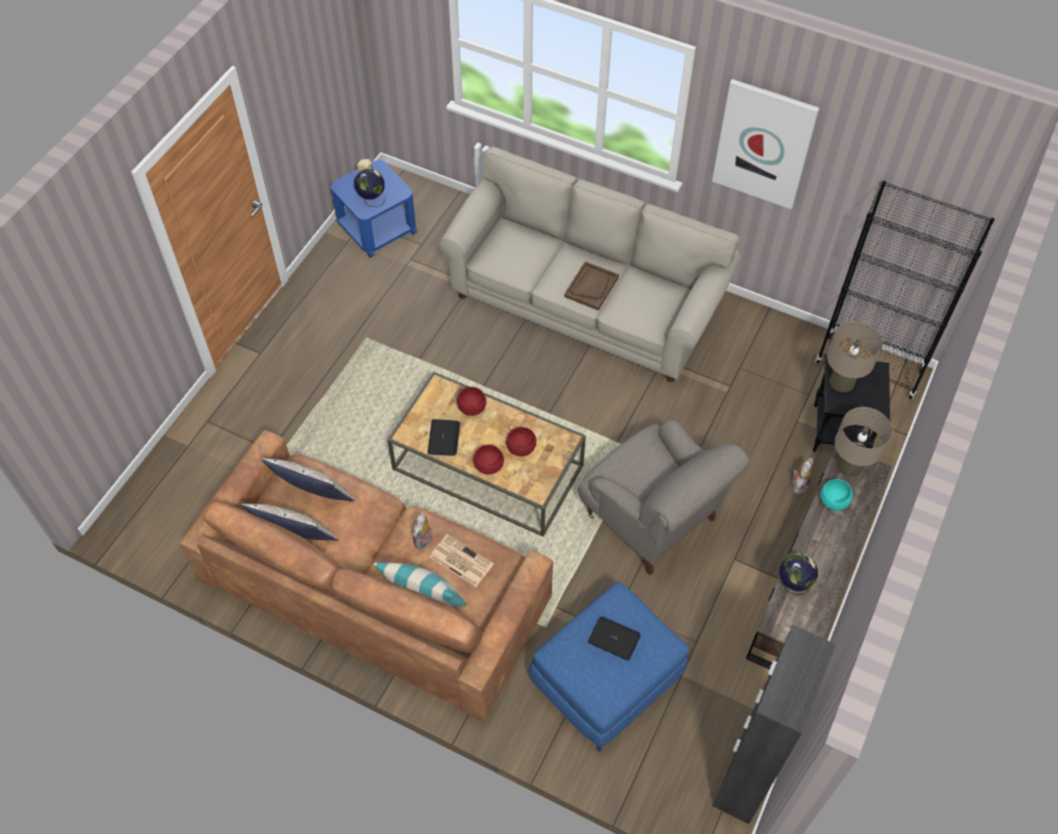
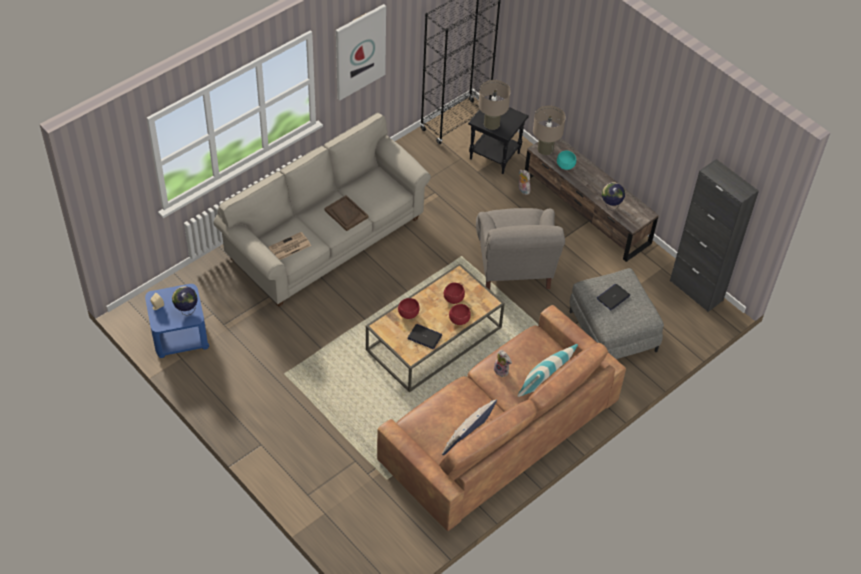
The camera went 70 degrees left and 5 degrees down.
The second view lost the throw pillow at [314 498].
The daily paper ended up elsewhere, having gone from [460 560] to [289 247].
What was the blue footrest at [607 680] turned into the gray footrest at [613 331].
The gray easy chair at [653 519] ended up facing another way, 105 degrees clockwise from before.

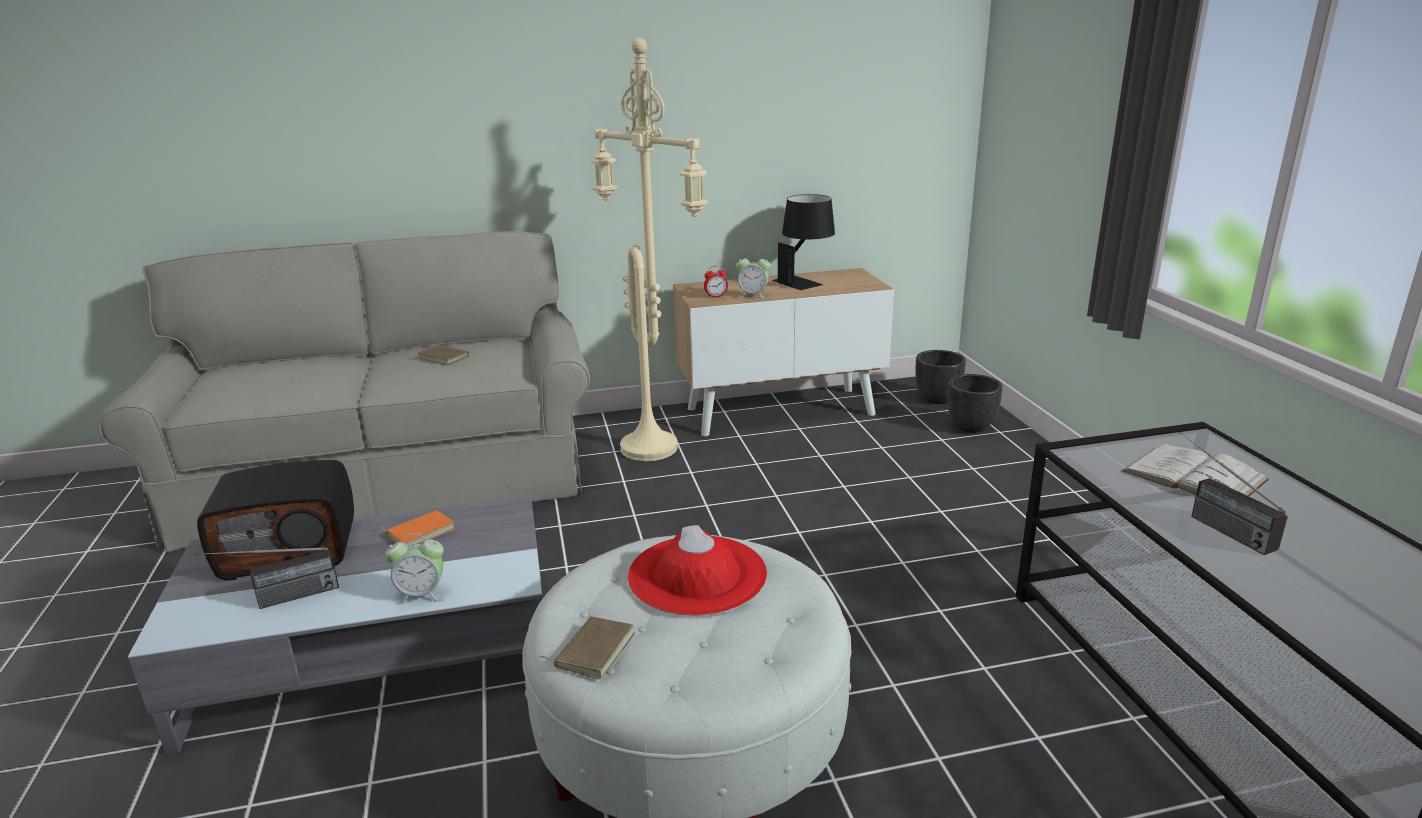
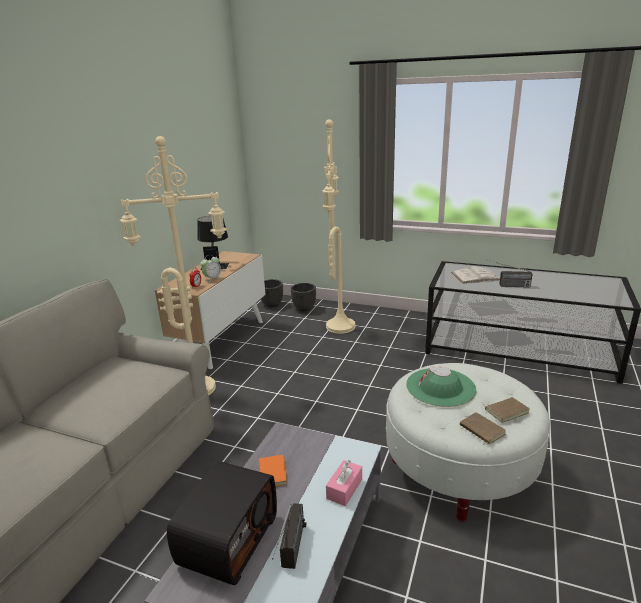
The camera went 55 degrees left and 0 degrees up.
Where the alarm clock stood at [421 594], the pink box of tissues came to stand at [344 489].
The brownish book ended up elsewhere, having gone from [445 357] to [505 410].
What was the red hat at [697 575] turned into the green-coloured hat at [440 387].
The second view gained the sand-coloured floor lamp at [338 326].

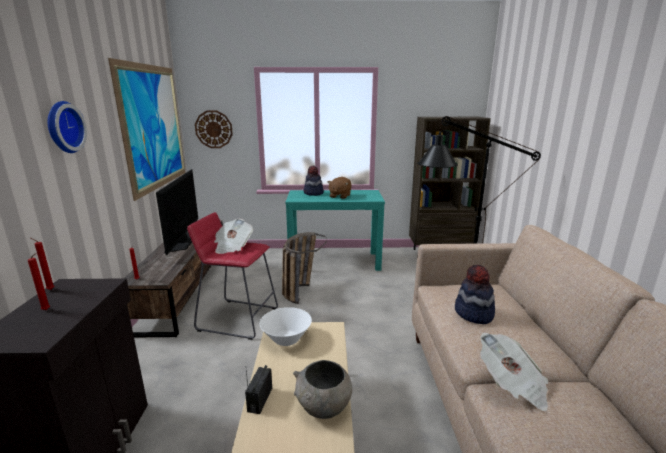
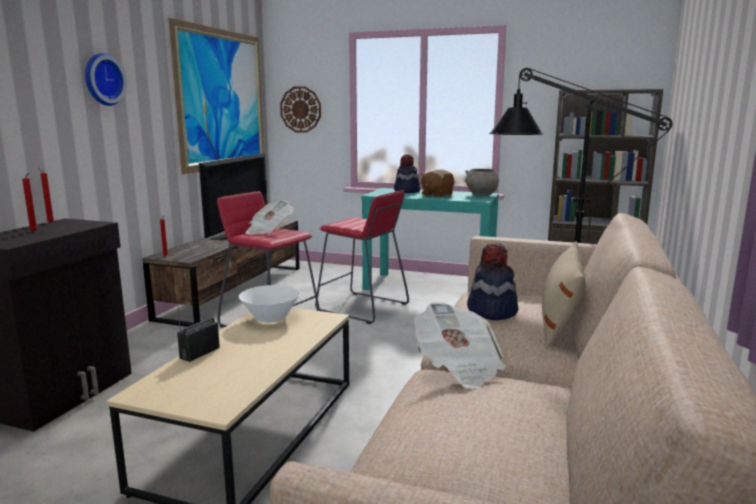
The camera went 20 degrees right and 5 degrees down.
Where the household basket stood at [300 290], the red stool came to stand at [362 307].
The gray deep dish ended up elsewhere, having gone from [324 408] to [481 195].
The second view gained the sand-coloured throw pillow at [560 322].

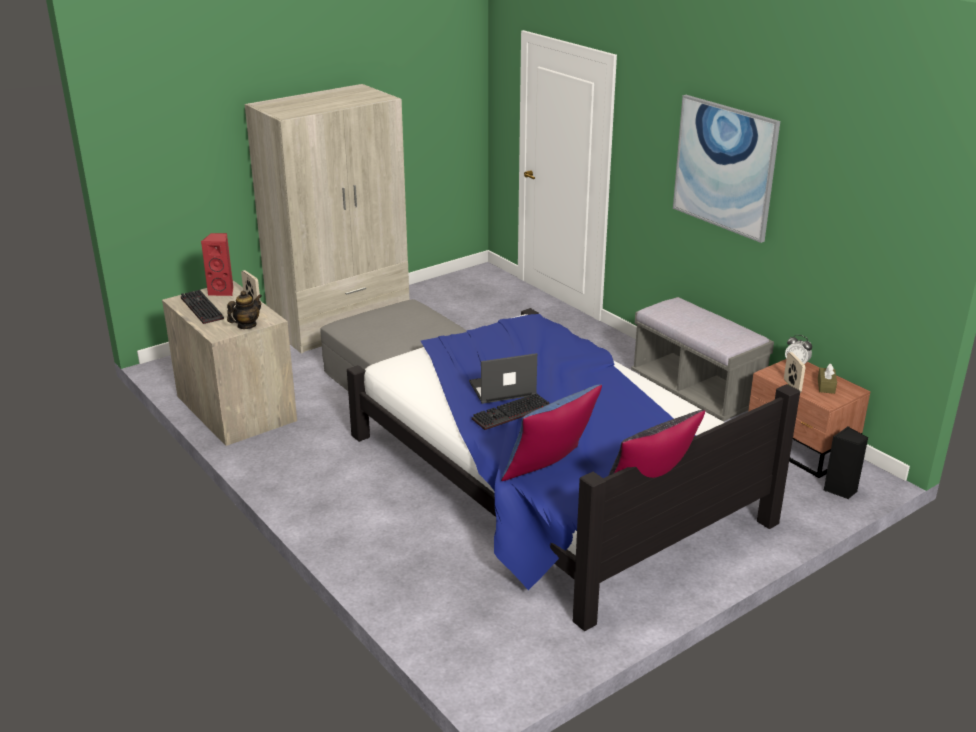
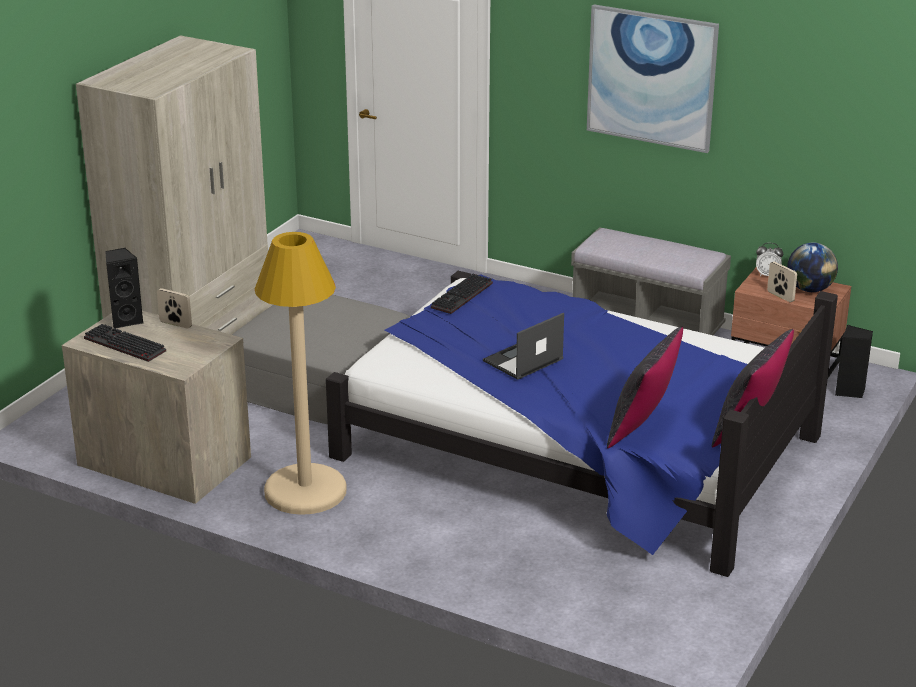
The camera went 25 degrees left and 0 degrees up.
What was the red audio speaker at [223 291] turned into the blackish audio speaker at [126 320].
The second view lost the pot for tea at [246 325].
The PC keyboard ended up elsewhere, having gone from [511 414] to [462 297].
What was the blue throw pillow at [550 470] turned into the blackish throw pillow at [642 427].
Where the brownish box of tissues stood at [826 386], the desk globe came to stand at [809 289].
The second view gained the sand-coloured floor lamp at [305 491].

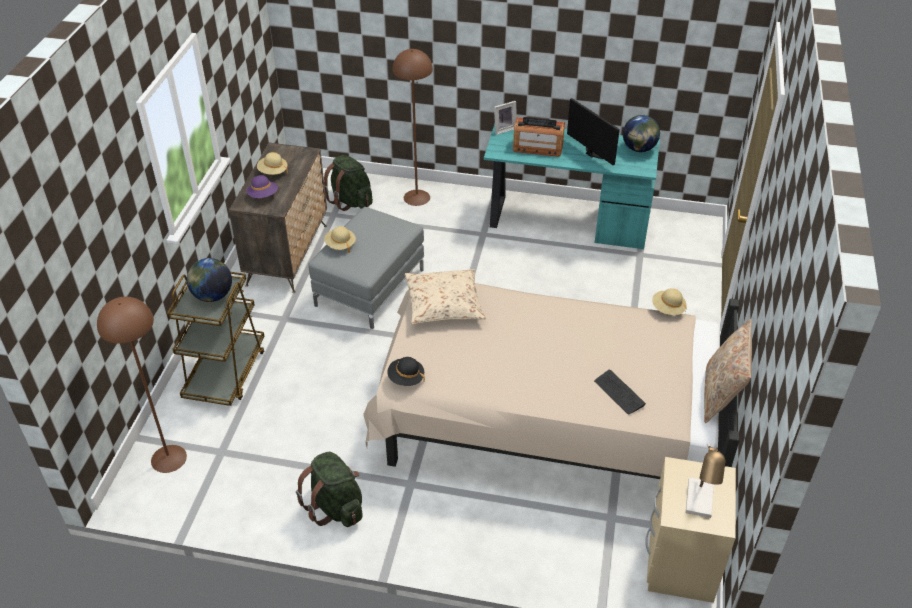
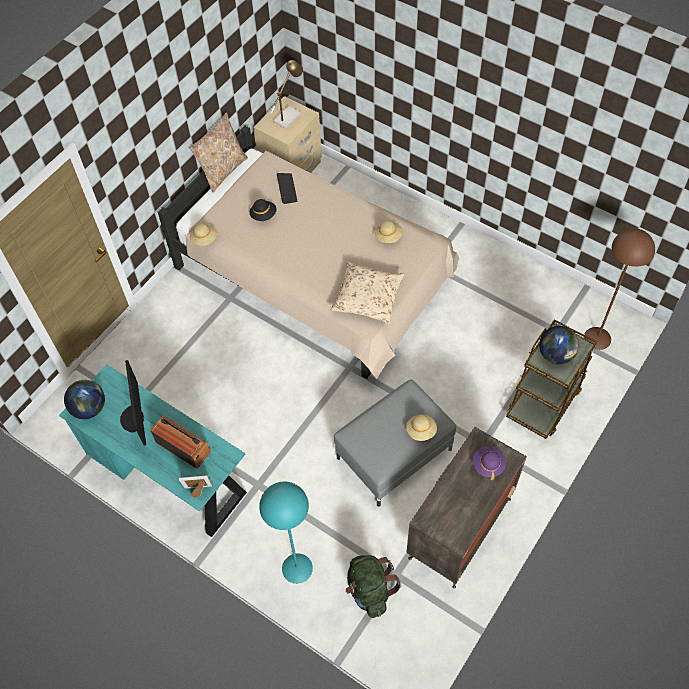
The camera went 155 degrees left and 15 degrees up.
The sand-coloured hat ended up elsewhere, having gone from [273 172] to [388 236].
The second view lost the green-coloured rucksack at [335 506].
The blackish hat ended up elsewhere, having gone from [406 378] to [263 215].
What was the brownish floor lamp at [417 197] turned into the turquoise-coloured floor lamp at [296 568].

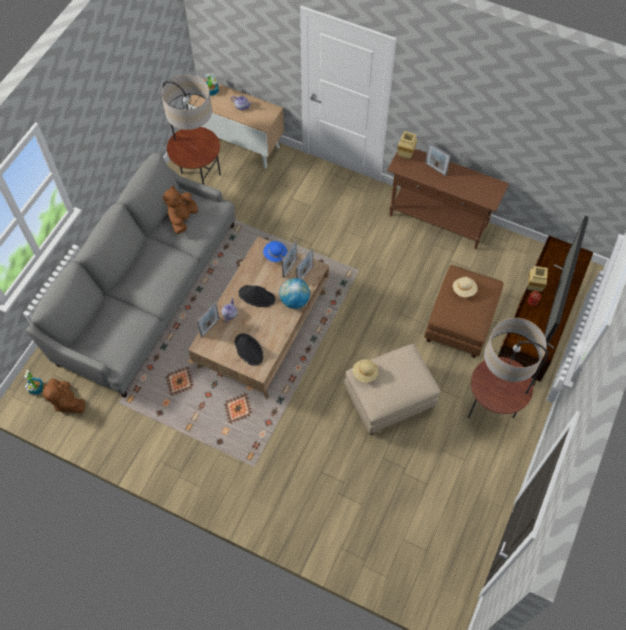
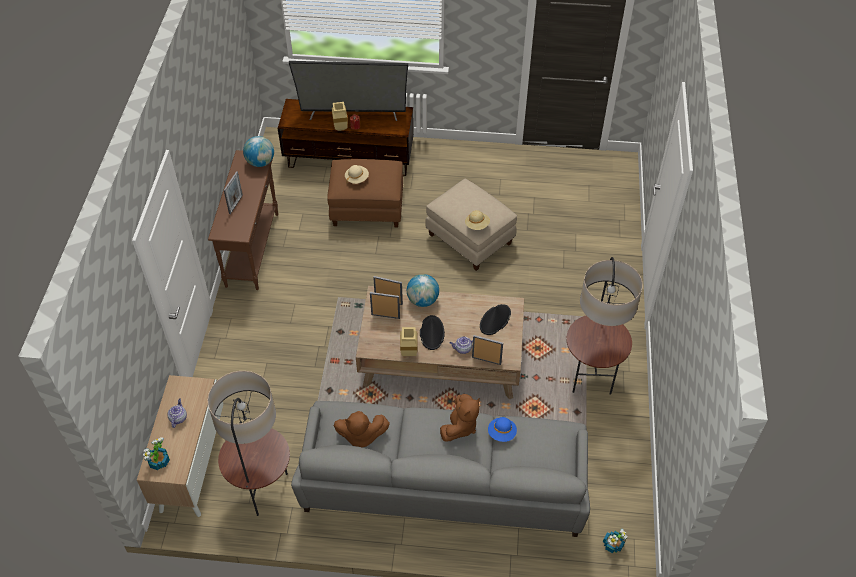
The camera went 110 degrees left and 10 degrees down.
The brownish cuddly toy ended up elsewhere, having gone from [67 402] to [460 426].
The blue hat ended up elsewhere, having gone from [275 254] to [502 433].
The sand-coloured flower vase ended up elsewhere, having gone from [406 155] to [408 352].
The floor lamp ended up elsewhere, having gone from [490 409] to [590 377].
The second view gained the desk globe at [260 162].

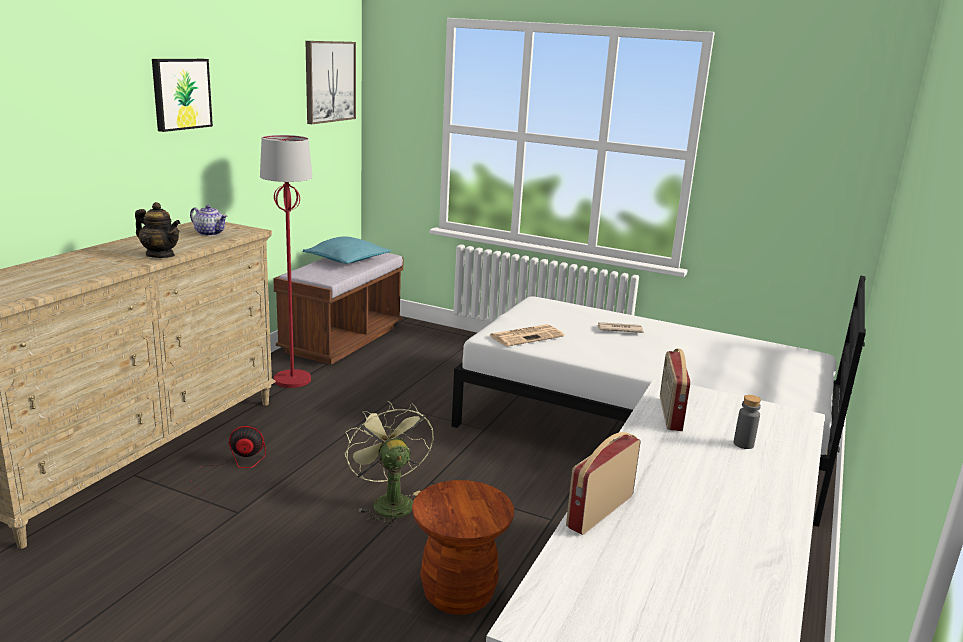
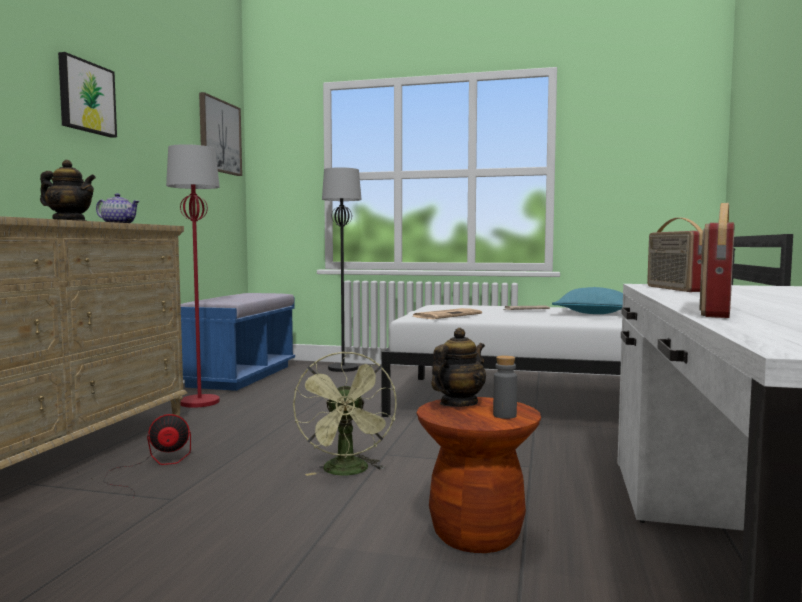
The camera went 10 degrees left and 15 degrees down.
What was the brownish indoor bench at [342 340] turned into the blue indoor bench at [240 376].
The turquoise-coloured throw pillow ended up elsewhere, having gone from [347 260] to [595 313].
The green-coloured fan at [388 502] ended up facing another way, 150 degrees counterclockwise from before.
The gray beverage bottle ended up elsewhere, having gone from [743 444] to [504 415].
The second view gained the blackish floor lamp at [343 368].
The second view gained the pot for tea at [458 403].

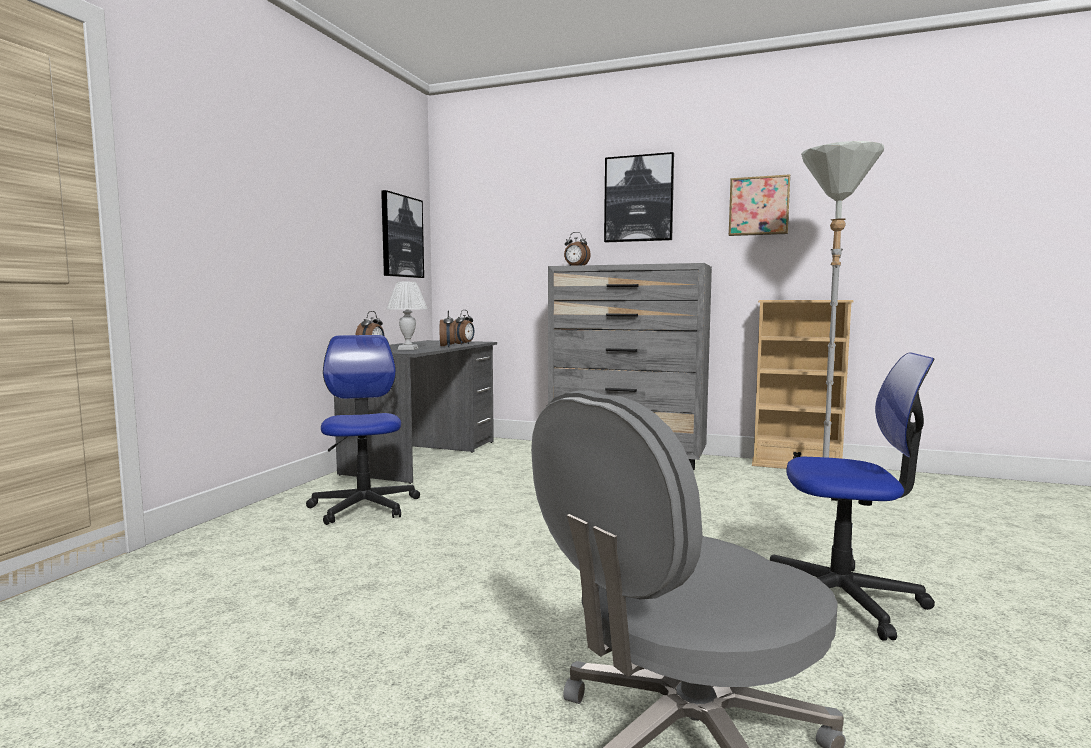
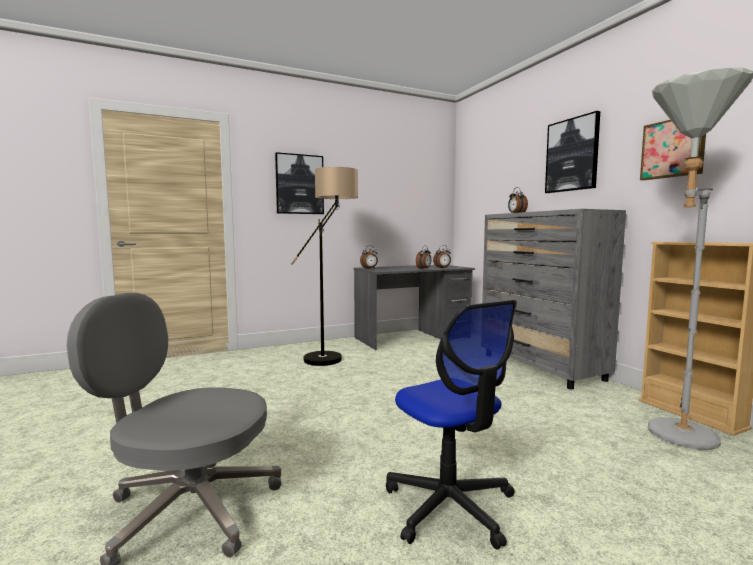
The camera went 45 degrees right and 0 degrees up.
Where the office chair stood at [364 506], the floor lamp came to stand at [331 355].
The wall art ended up elsewhere, having gone from [401 236] to [299 184].
The second view lost the white table lamp at [408 349].

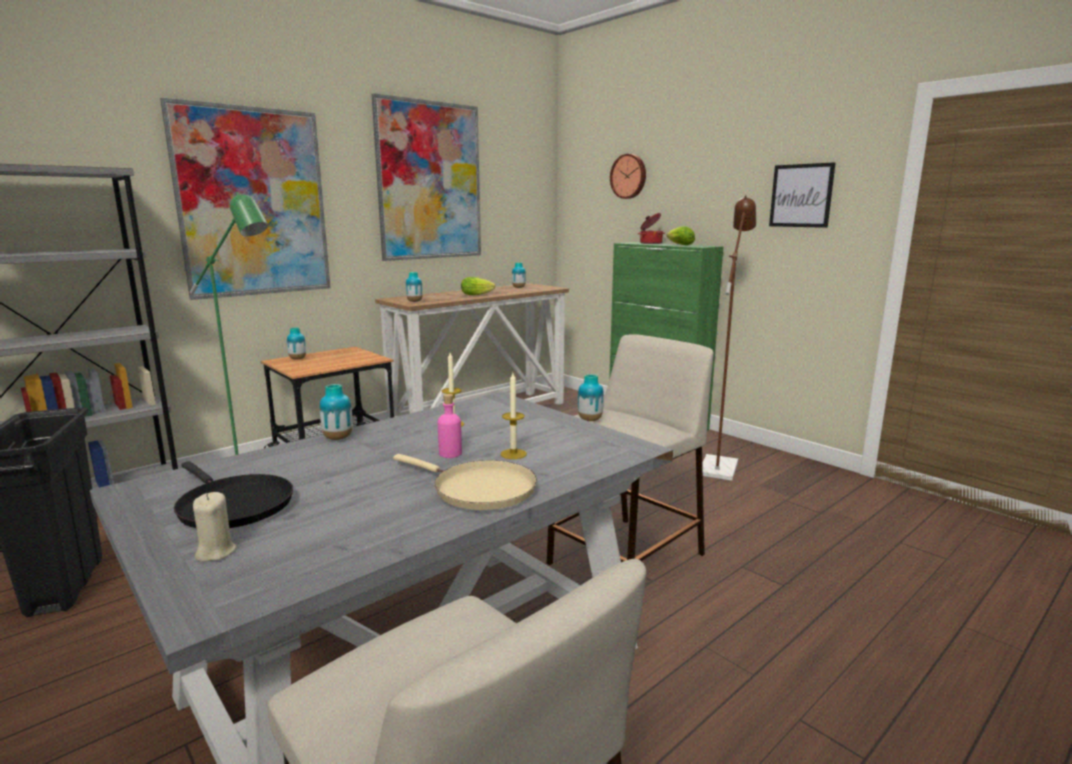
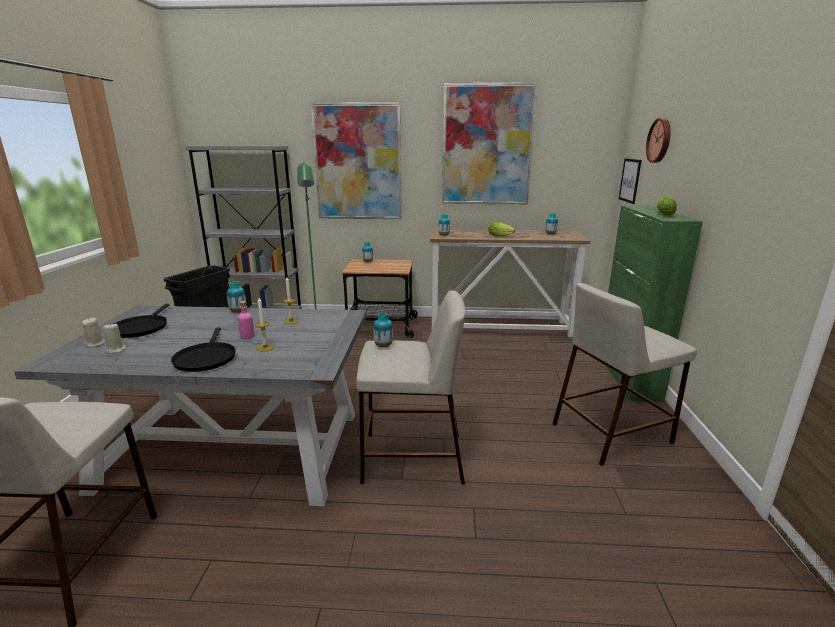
The camera went 45 degrees right and 5 degrees up.
What was the sand-coloured frying pan at [479 489] turned into the blackish frying pan at [205 358].
The second view lost the cooking pot at [650 243].
Where the brownish floor lamp stood at [719 464], the sand-coloured stool came to stand at [612 432].
The wall art ended up elsewhere, having gone from [801 195] to [630 180].
The second view gained the sand-coloured wax light at [116 350].

